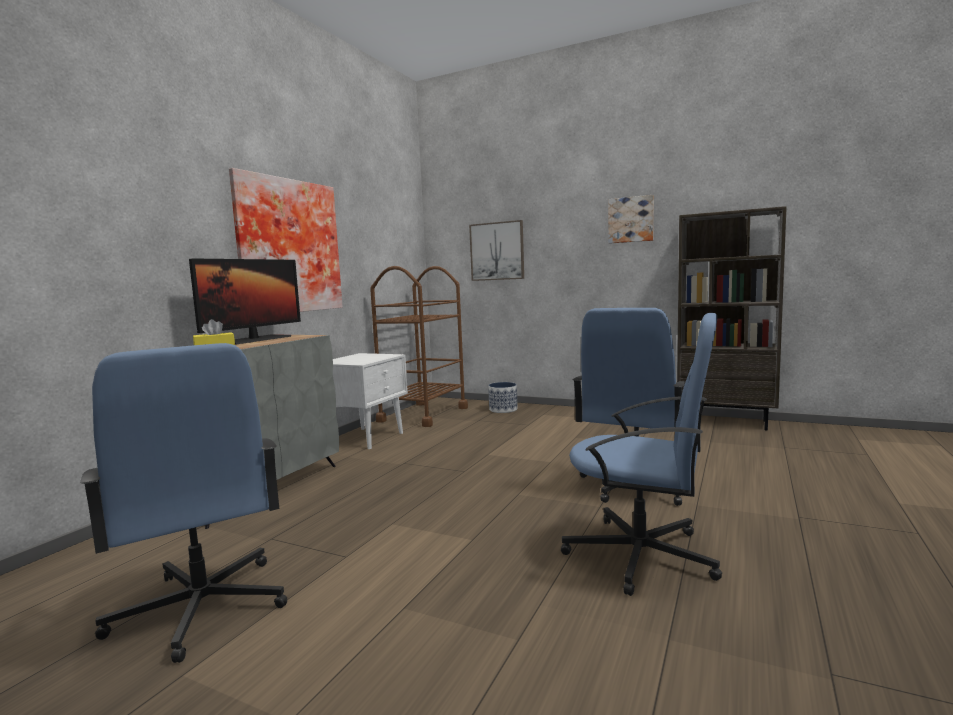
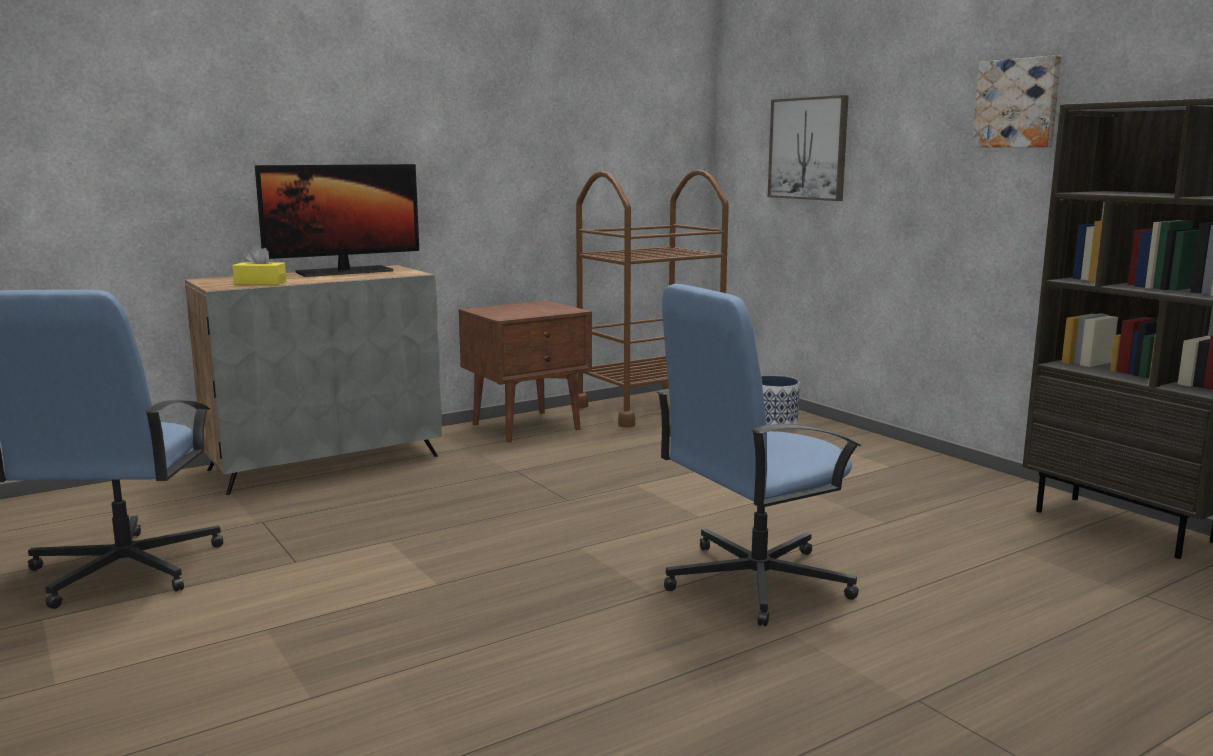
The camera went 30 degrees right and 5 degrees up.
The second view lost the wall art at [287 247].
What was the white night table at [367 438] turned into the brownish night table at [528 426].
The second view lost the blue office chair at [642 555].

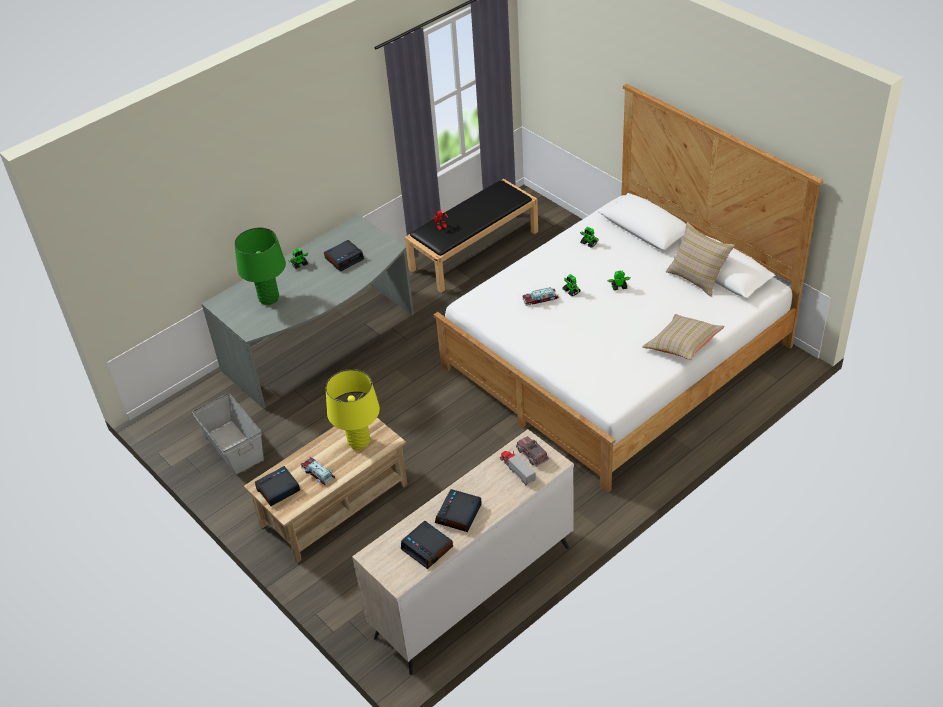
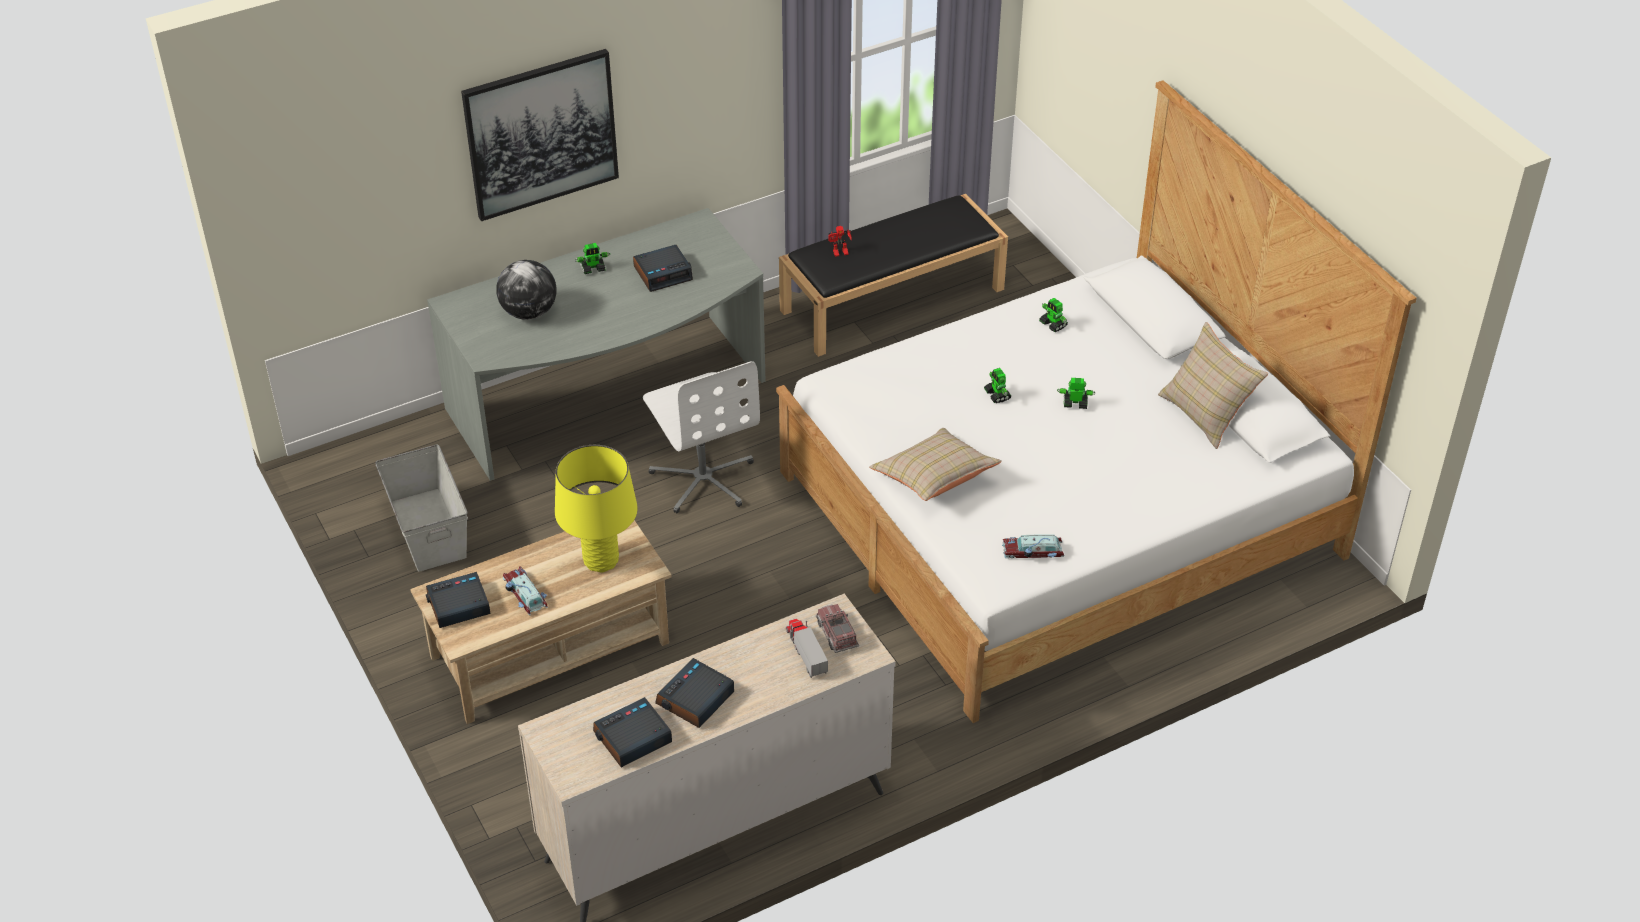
The camera went 10 degrees right and 0 degrees up.
Where the green-coloured table lamp stood at [269 299], the desk globe came to stand at [529 312].
The alarm clock at [427 548] ended up facing another way, 90 degrees clockwise from before.
The toy car ended up elsewhere, having gone from [541 299] to [1033 552].
The sand-coloured throw pillow ended up elsewhere, having gone from [682 346] to [934 478].
The second view gained the wall art at [541 134].
The second view gained the white office chair at [703 478].

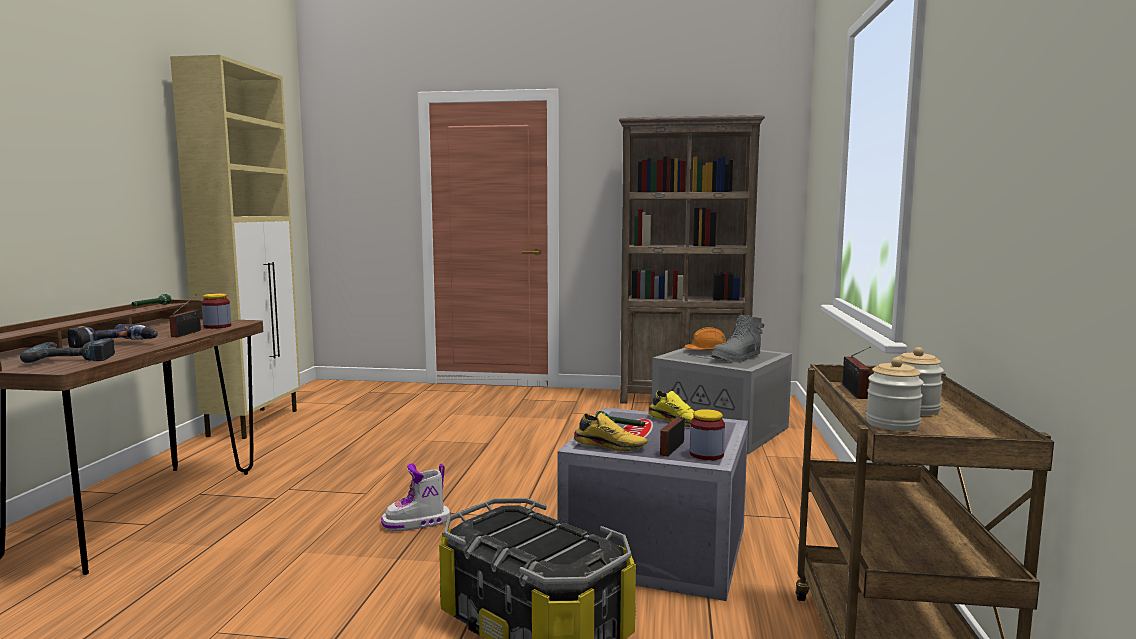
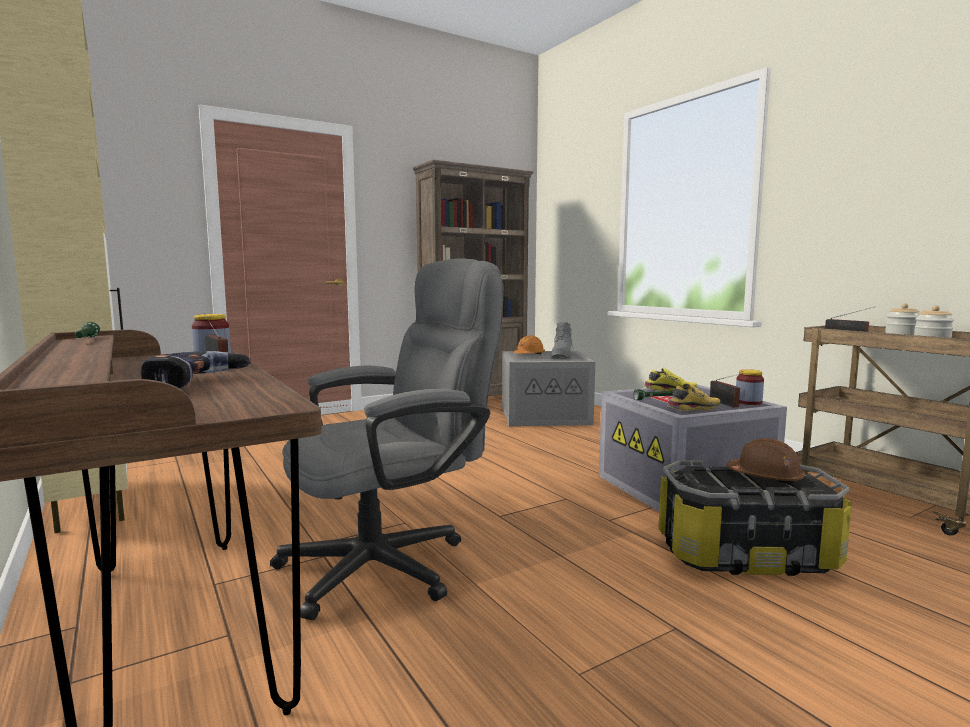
The camera went 40 degrees left and 0 degrees up.
The second view lost the power drill at [72 358].
The second view lost the tall boot at [416 523].
The second view gained the gray office chair at [392 562].
The second view gained the brownish hard hat at [765 477].

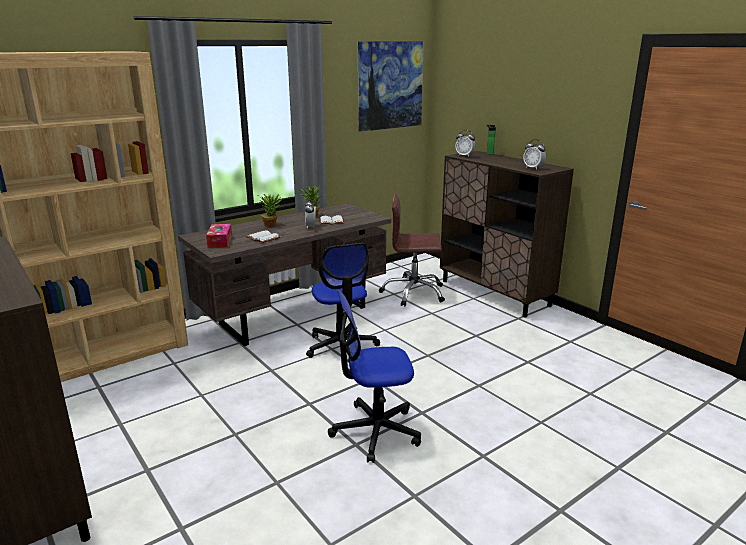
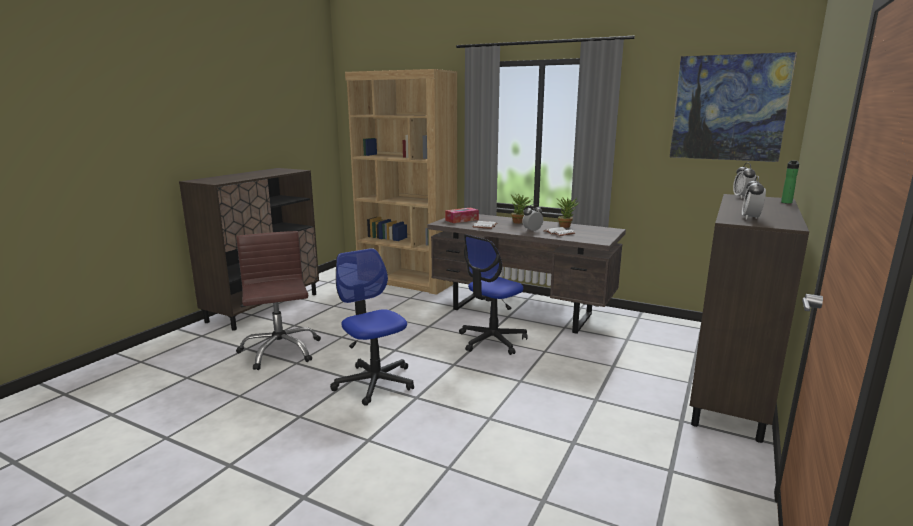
The camera went 65 degrees right and 5 degrees down.
The brownish office chair ended up elsewhere, having gone from [413 293] to [280 351].

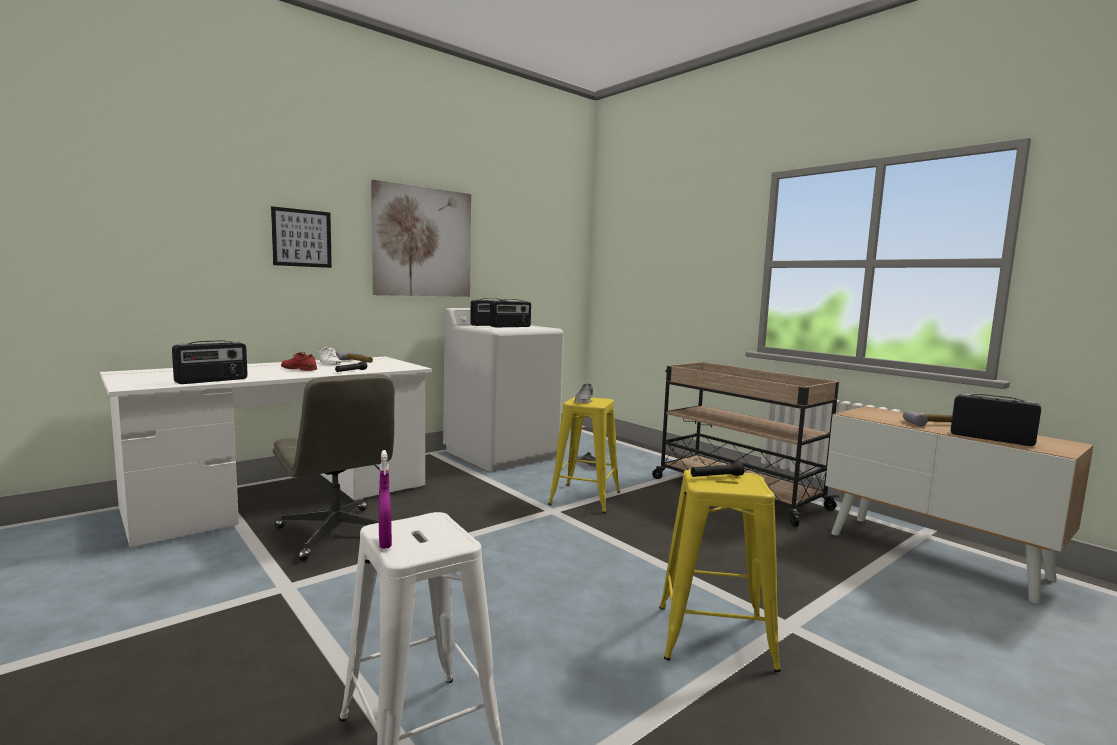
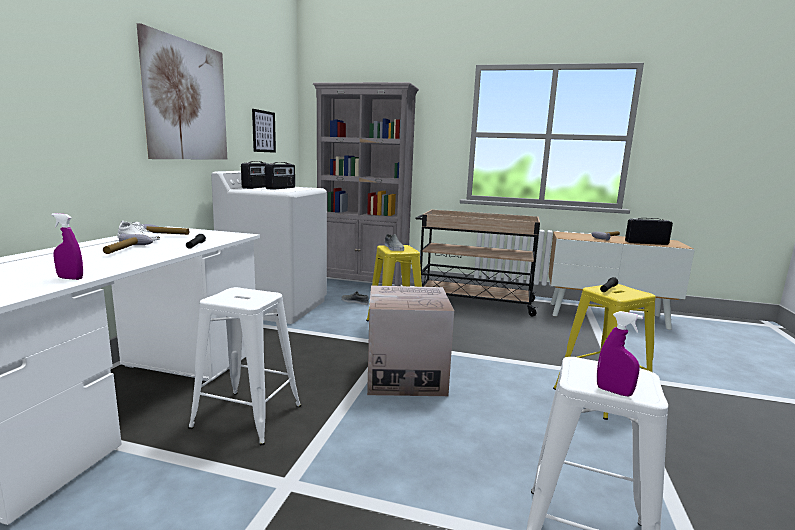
The camera went 35 degrees left and 5 degrees up.
Where the radio stood at [212 380], the purple-coloured sprayer came to stand at [70 278].
The wall art ended up elsewhere, having gone from [302 238] to [263 131].
Where the gray office chair stood at [337 533], the white stool came to stand at [247 416].
Where the red shoe stood at [299 369], the hand hammer came to stand at [127 250].
The second view gained the gray bookshelf at [363 283].
The second view gained the carton at [405 376].

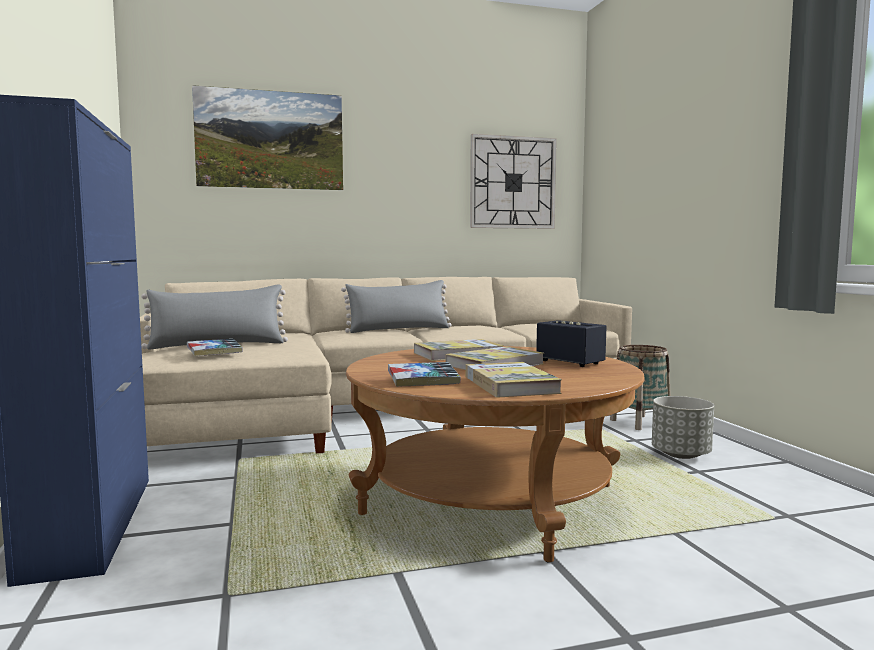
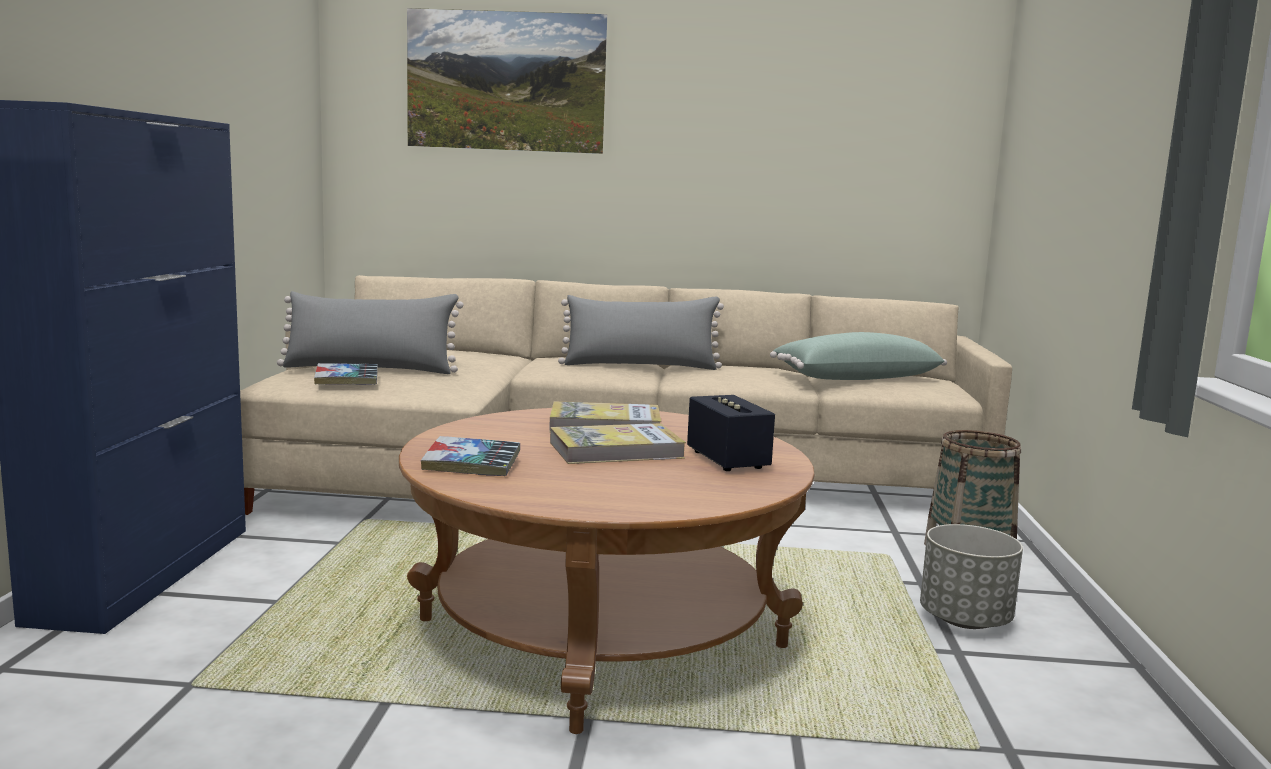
The camera went 20 degrees right and 5 degrees up.
The second view lost the book at [510 384].
The second view lost the hanging clock at [512 182].
The second view gained the green-coloured throw pillow at [855 378].

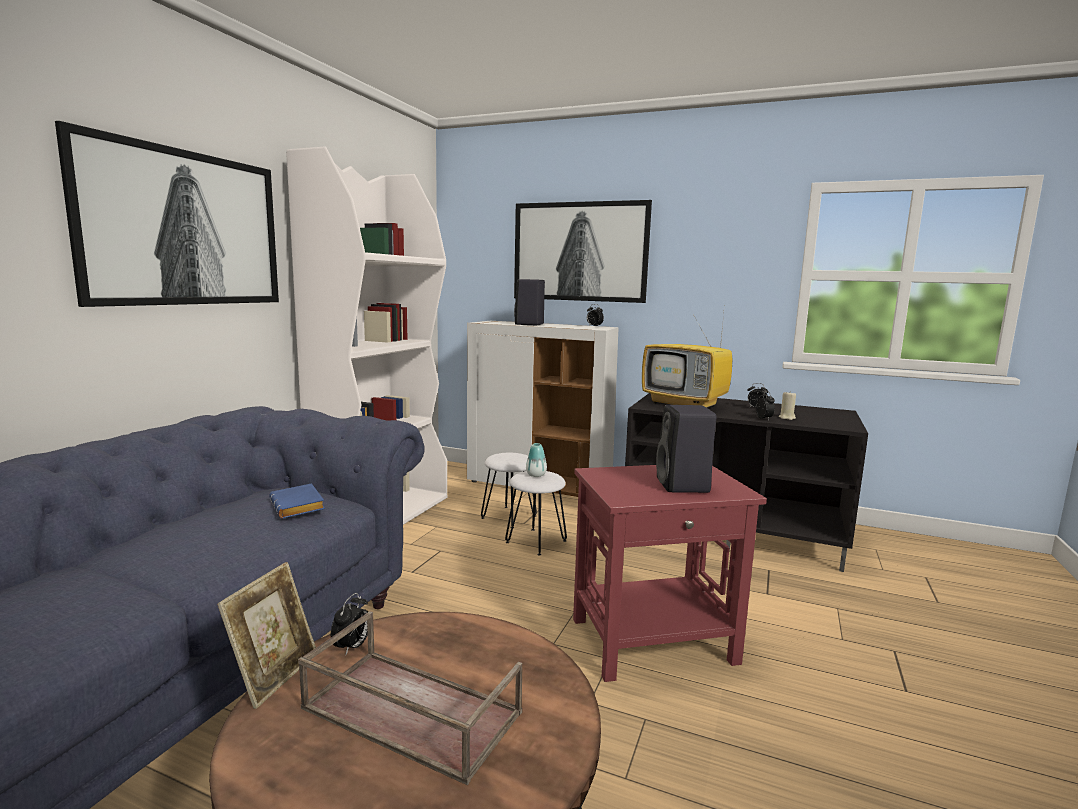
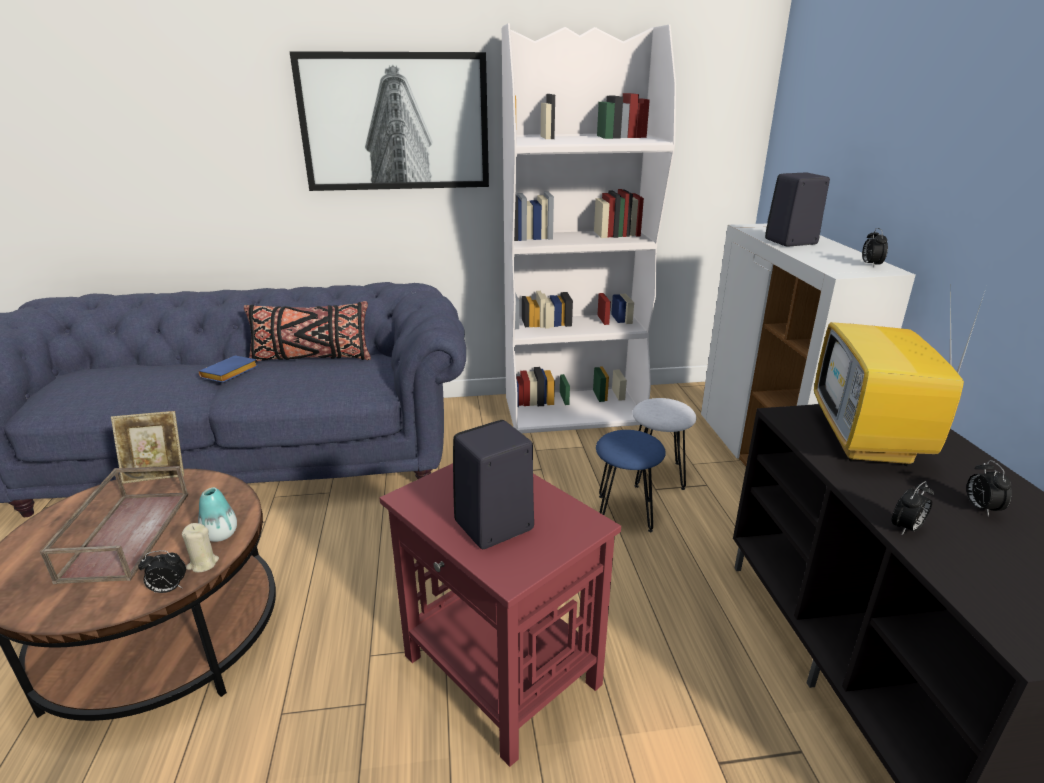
The camera went 60 degrees right and 15 degrees up.
The blue book ended up elsewhere, having gone from [299 507] to [229 374].
The alarm clock ended up elsewhere, having gone from [352 647] to [168 589].
What was the white stool at [536 541] turned into the blue stool at [625 513].
The second view lost the wall art at [579 252].
The flower vase ended up elsewhere, having gone from [536 475] to [221 535].
The sand-coloured wax light ended up elsewhere, having gone from [787 418] to [203 563].
The second view gained the blackish throw pillow at [311 358].

